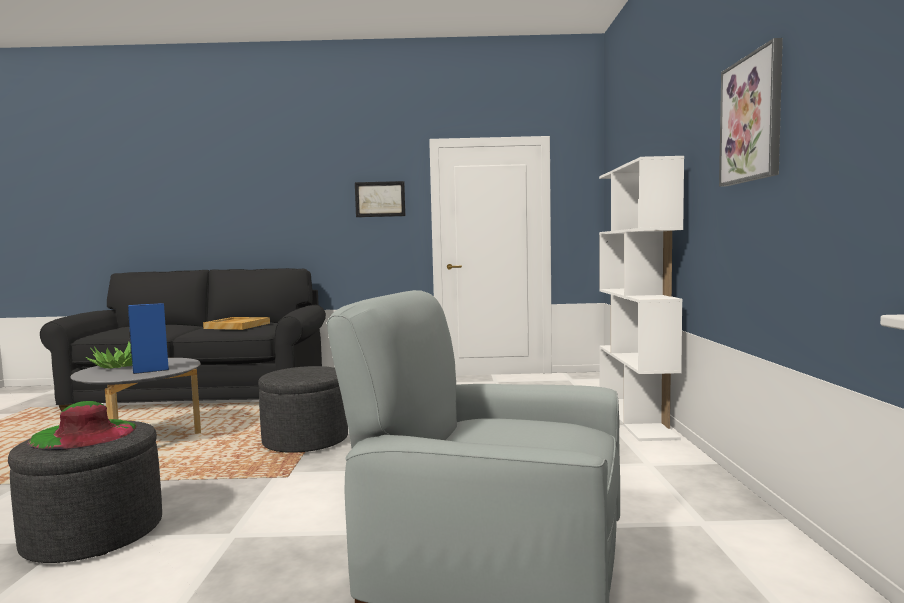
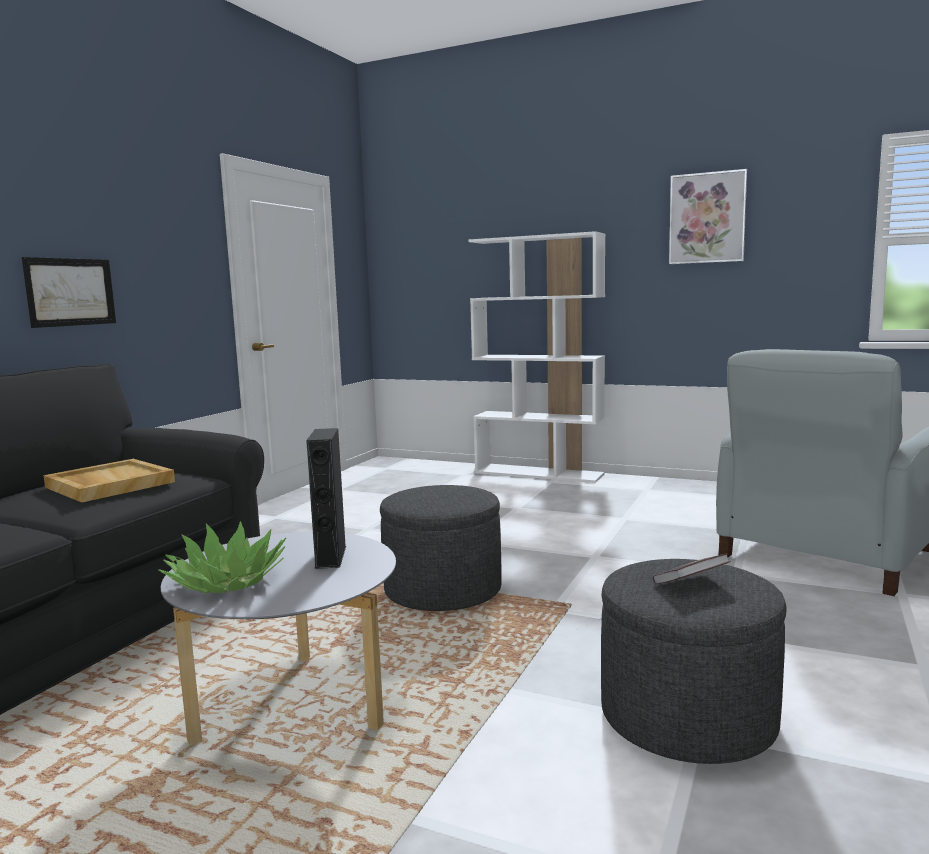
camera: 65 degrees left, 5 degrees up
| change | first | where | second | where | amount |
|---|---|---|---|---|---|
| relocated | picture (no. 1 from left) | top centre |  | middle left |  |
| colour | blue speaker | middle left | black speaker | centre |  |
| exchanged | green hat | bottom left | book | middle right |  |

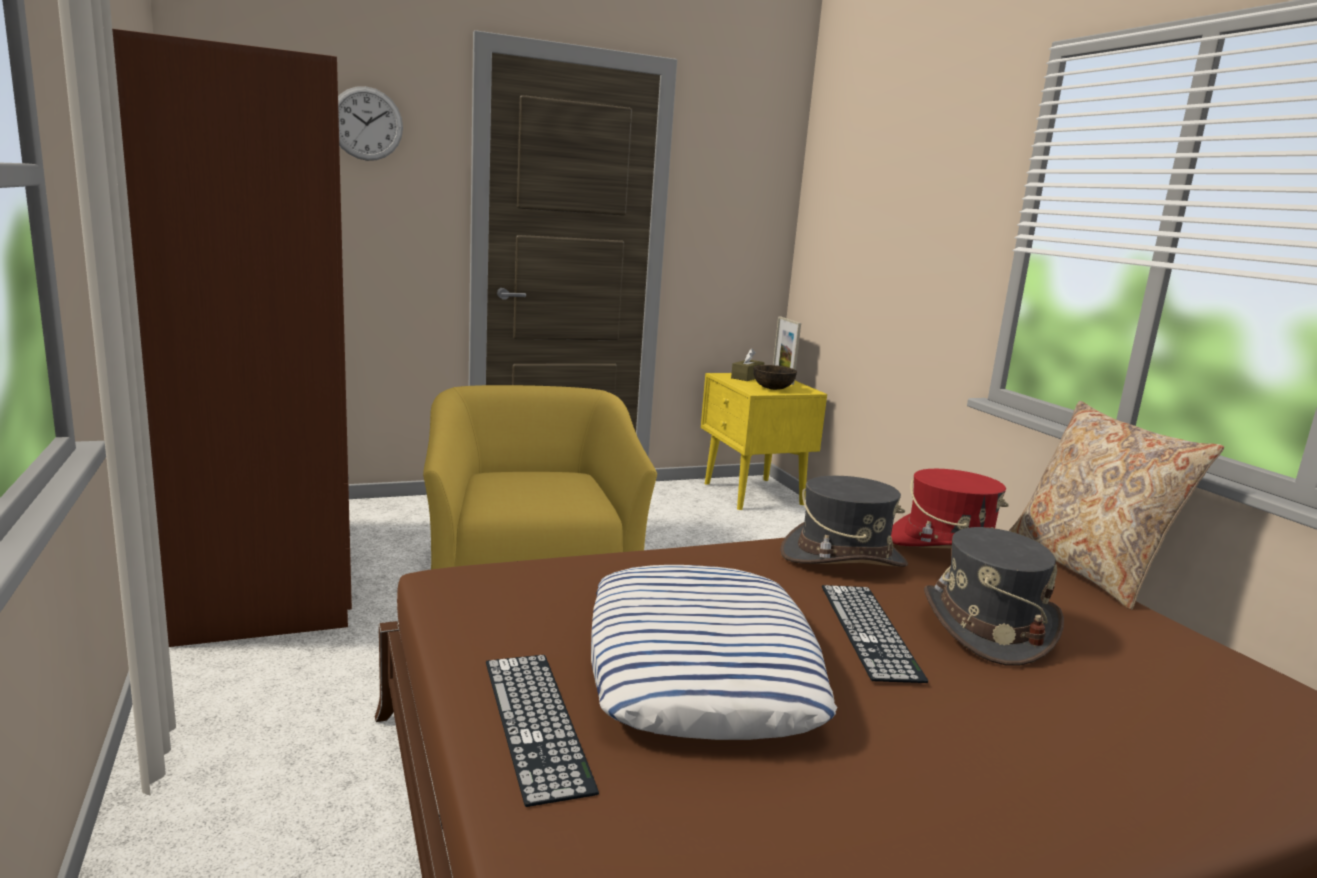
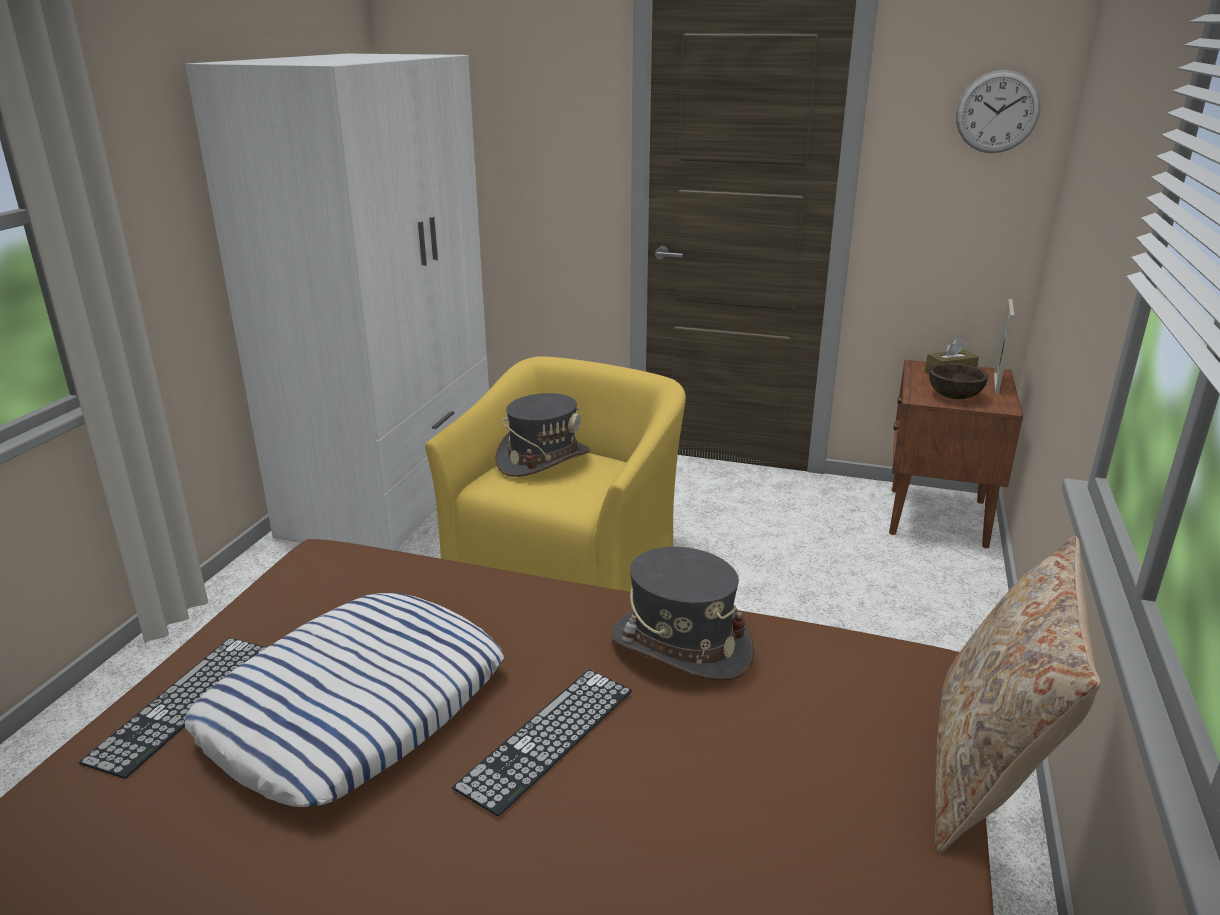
camera: 40 degrees right, 10 degrees up
| change | first | where | second | where | amount |
|---|---|---|---|---|---|
| colour | brown wardrobe | middle left | white wardrobe | top left |  |
| relocated | wall clock | top left |  | top right |  |
| colour | yellow nightstand | centre | brown nightstand | middle right |  |
| missing | red hat | middle right |  |  |  |
| relocated | grey hat (no. 2 from left in the first image) | bottom right | grey hat (no. 1 from left) | centre |  |

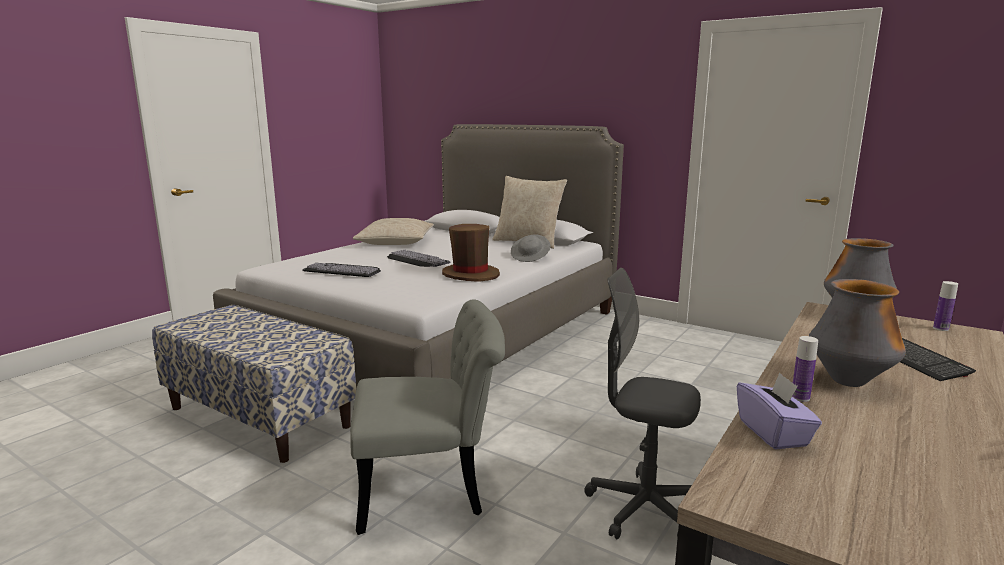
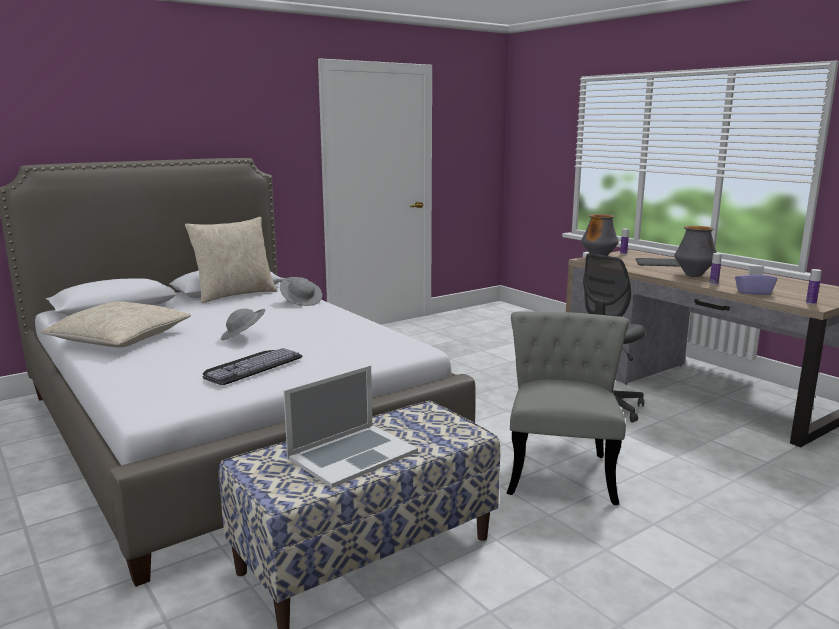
camera: 70 degrees left, 0 degrees up
| change | first | where | second | where | amount |
|---|---|---|---|---|---|
| missing | brown hat | centre |  |  |  |
| exchanged | keyboard (no. 2 from left) | centre | grey hat (no. 1 from left) | middle left |  |
| appeared |  |  | bottle (no. 3 from left) | middle right |  |
| appeared |  |  | laptop | bottom centre |  |

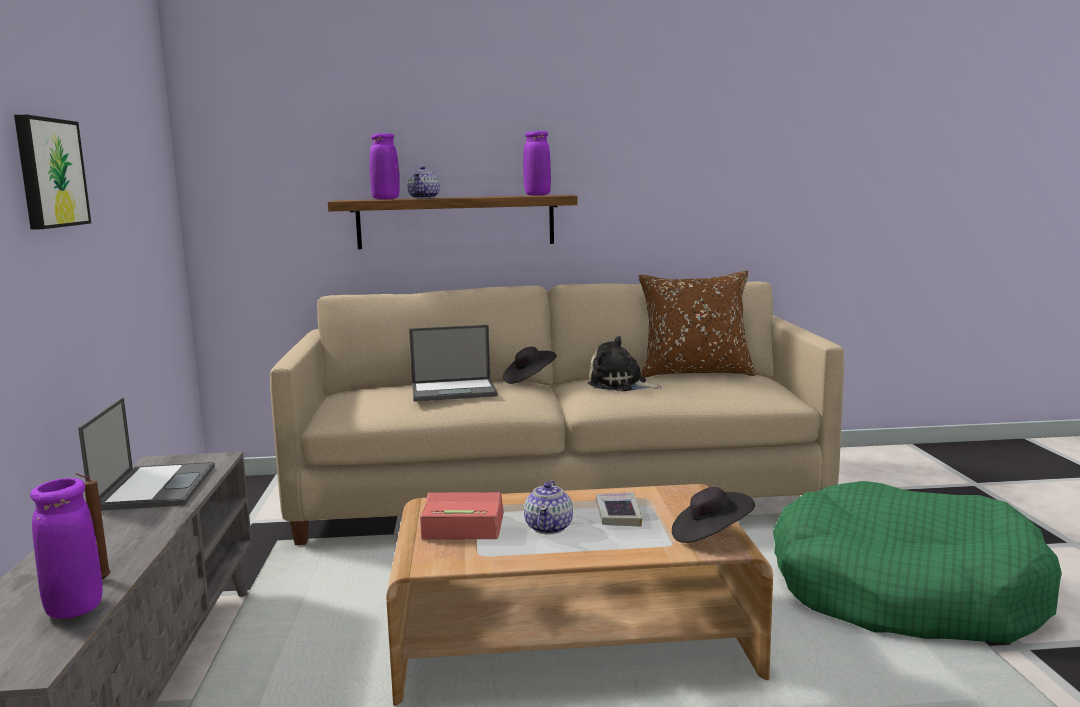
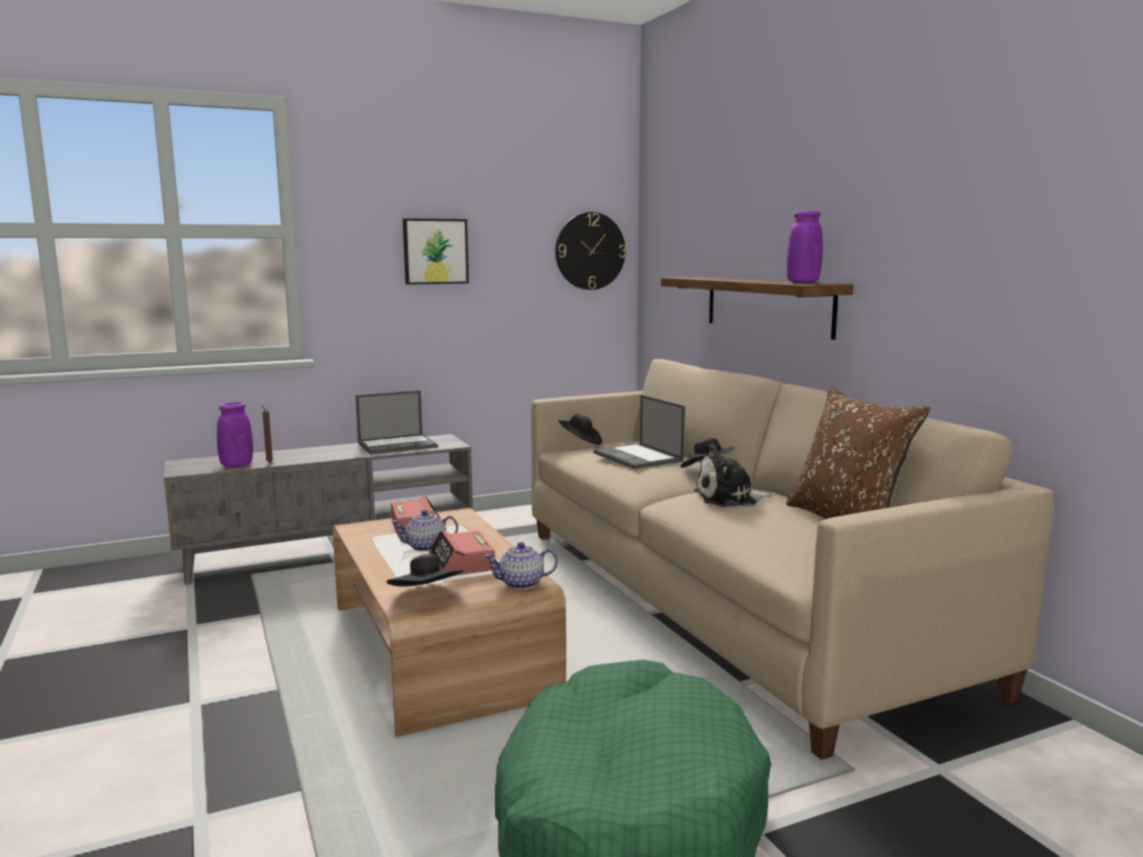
camera: 70 degrees right, 0 degrees up
| change | first | where | second | where | amount |
|---|---|---|---|---|---|
| missing | purple vase (no. 2 from left) | top centre |  |  |  |
| relocated | teapot (no. 1 from left in the first image) | top centre | teapot (no. 2 from left) | centre |  |
| spun | plush toy | centre |  | centre | 105 degrees counterclockwise |
| exchanged | book | bottom centre | alarm clock (no. 2 from left) | centre |  |
| appeared |  |  | wall clock | top centre |  |
| appeared |  |  | black hat (no. 2 from left) | centre |  |

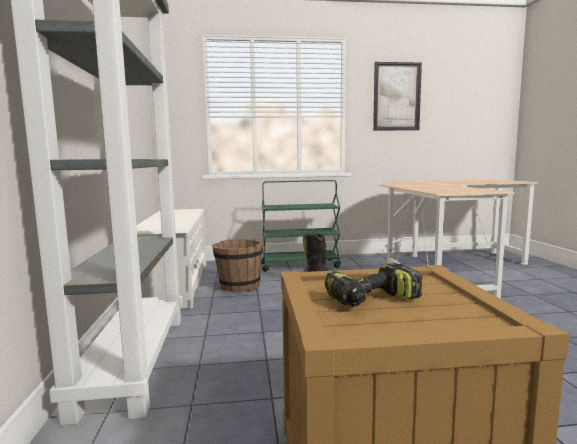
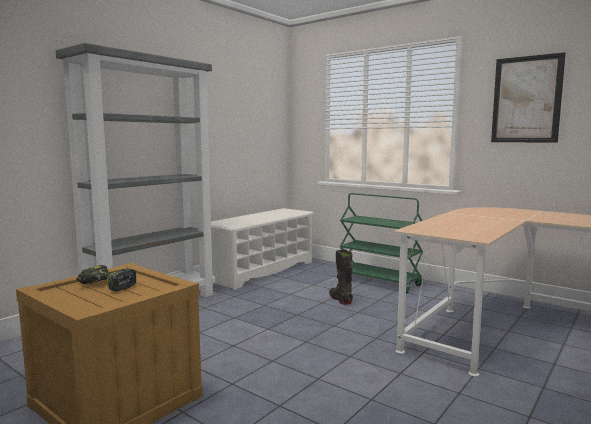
camera: 45 degrees right, 0 degrees up
| change | first | where | second | where | amount |
|---|---|---|---|---|---|
| missing | brown bucket | centre |  |  |  |

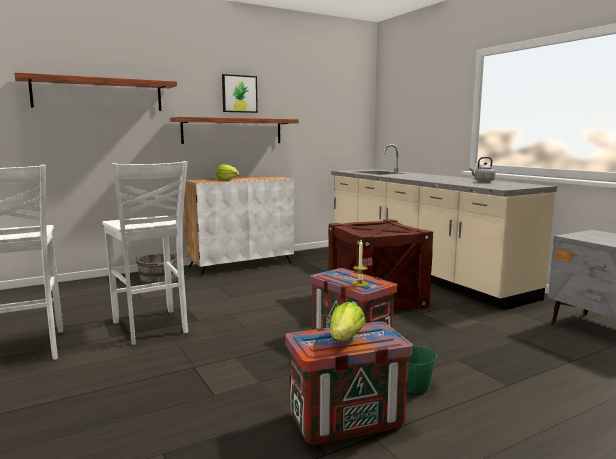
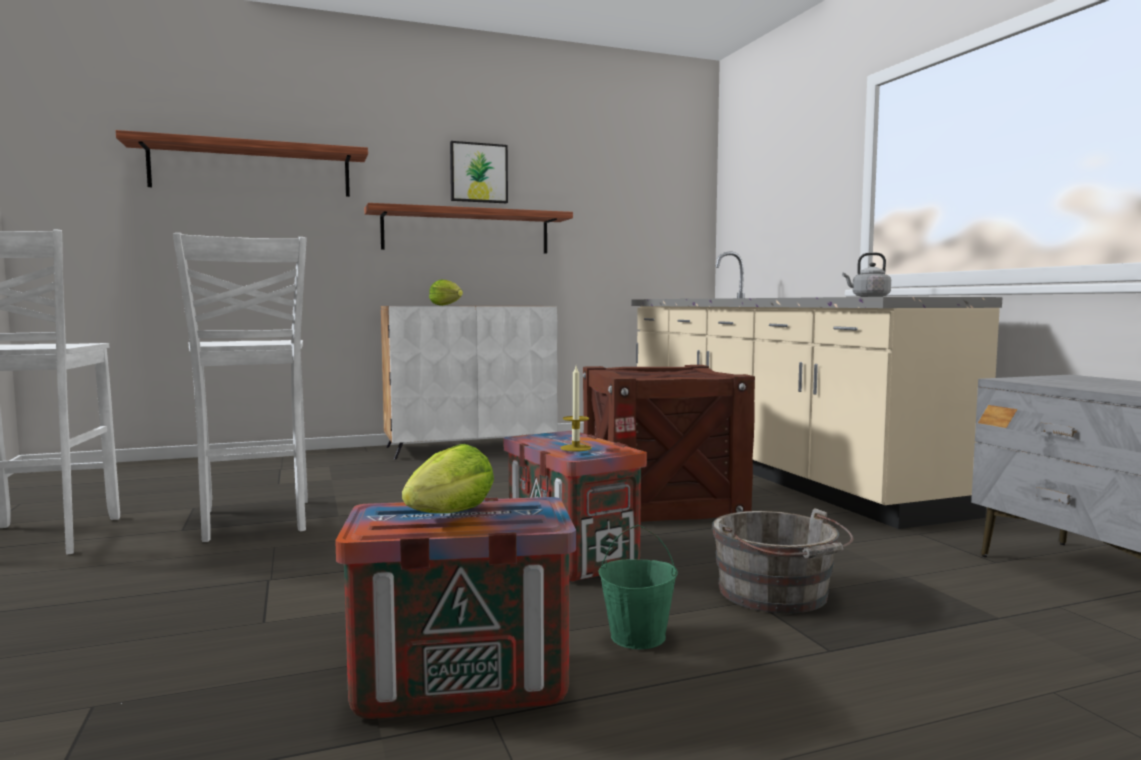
camera: 10 degrees right, 5 degrees down
| change | first | where | second | where | amount |
|---|---|---|---|---|---|
| relocated | grey bucket | middle left |  | bottom right |  |

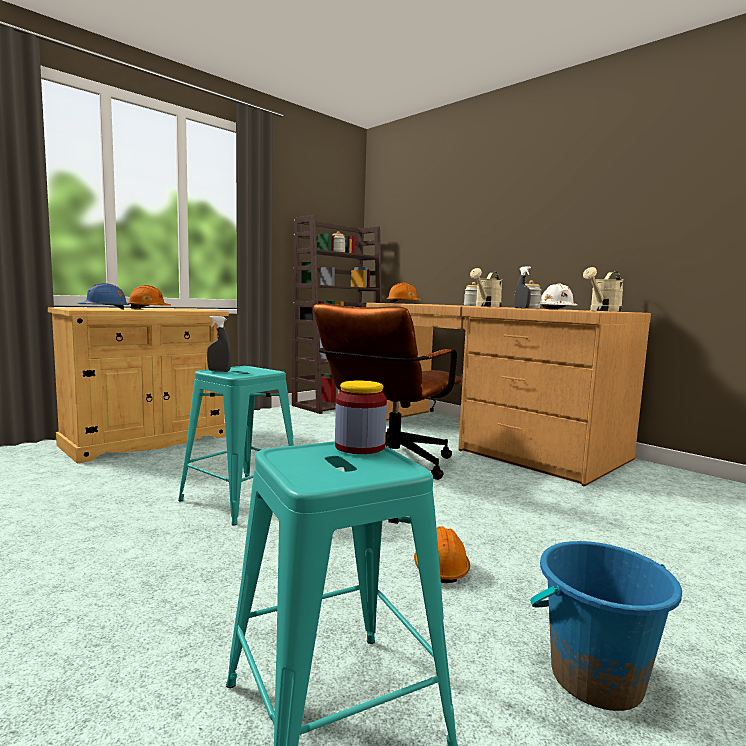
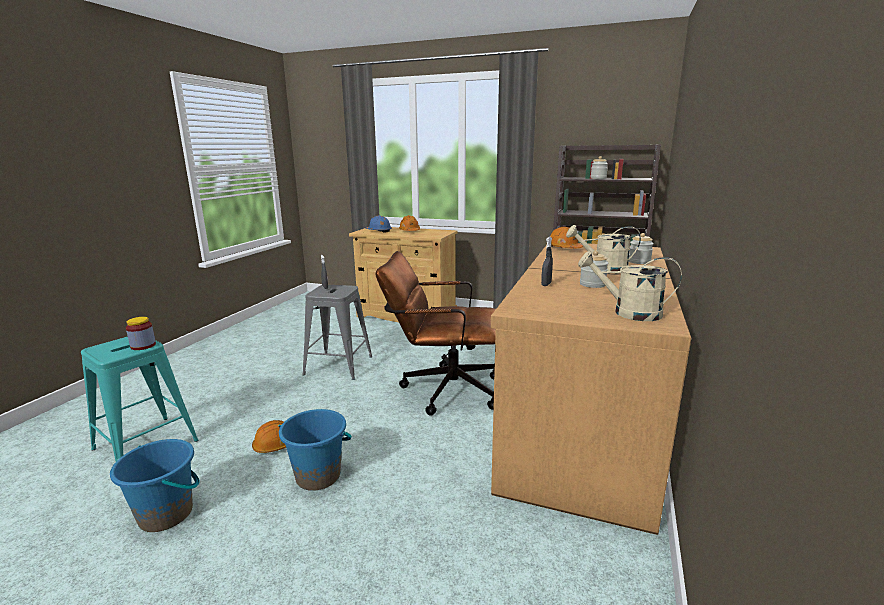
camera: 65 degrees right, 10 degrees up
| change | first | where | second | where | amount |
|---|---|---|---|---|---|
| missing | white hard hat | middle right |  |  |  |
| colour | turquoise stool (no. 1 from left) | middle left | grey stool | centre |  |
| appeared |  |  | blue bucket (no. 2 from left) | bottom centre |  |

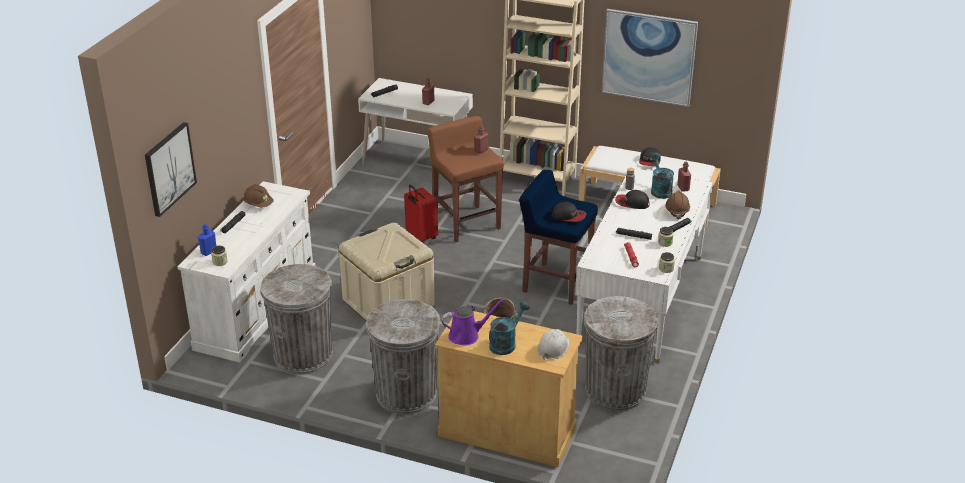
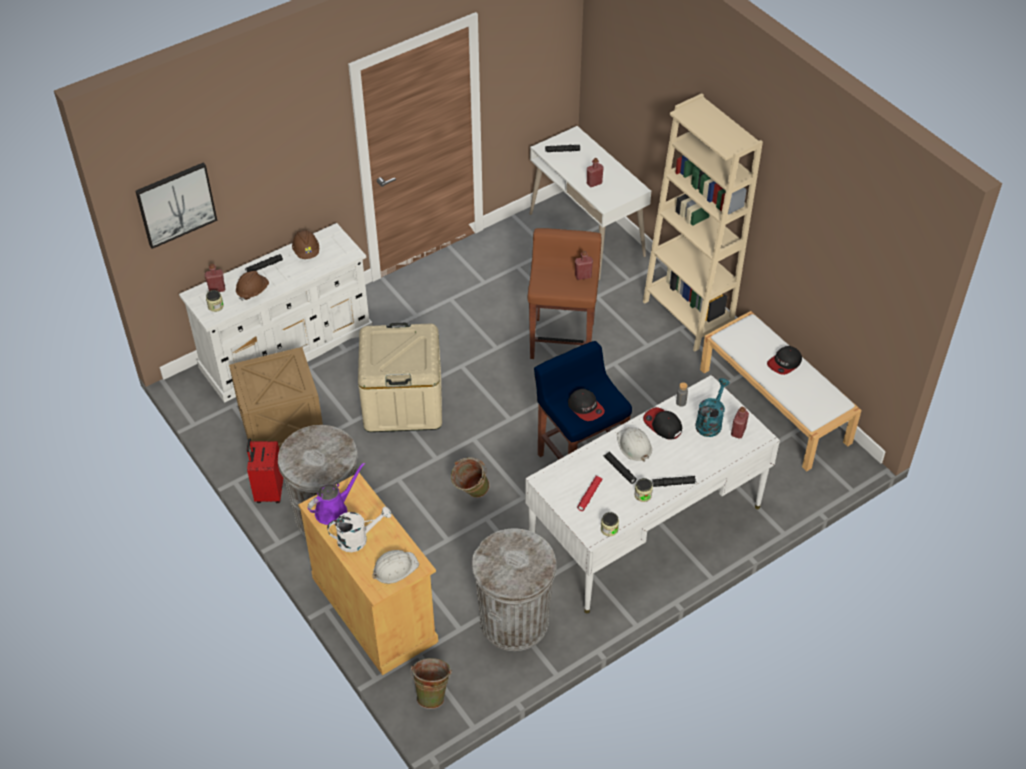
camera: 35 degrees right, 15 degrees up
| change | first | where | second | where | amount |
|---|---|---|---|---|---|
| missing | picture (no. 2 from left) | top right |  |  |  |
| relocated | red suitcase | centre |  | middle left |  |
| relocated | brown hard hat (no. 2 from left in the first image) | middle right | brown hard hat (no. 1 from left) | middle left |  |
| colour | blue bottle | middle left | red bottle (no. 1 from left) | middle left |  |
| exchanged | grey trash can (no. 1 from left) | middle left | crate | middle left |  |
| spun | purple watering can | bottom centre |  | middle left | 60 degrees counterclockwise |
| colour | turquoise watering can (no. 1 from left) | bottom centre | white watering can | bottom centre |  |
| appeared |  |  | white hard hat (no. 2 from left) | centre |  |
| appeared |  |  | green bucket (no. 1 from left) | bottom centre |  |

